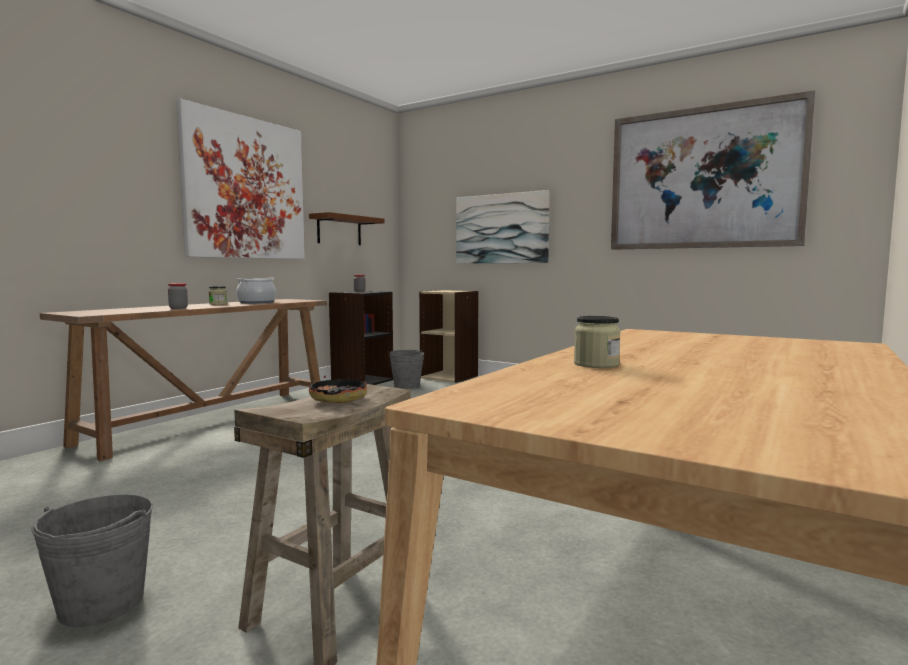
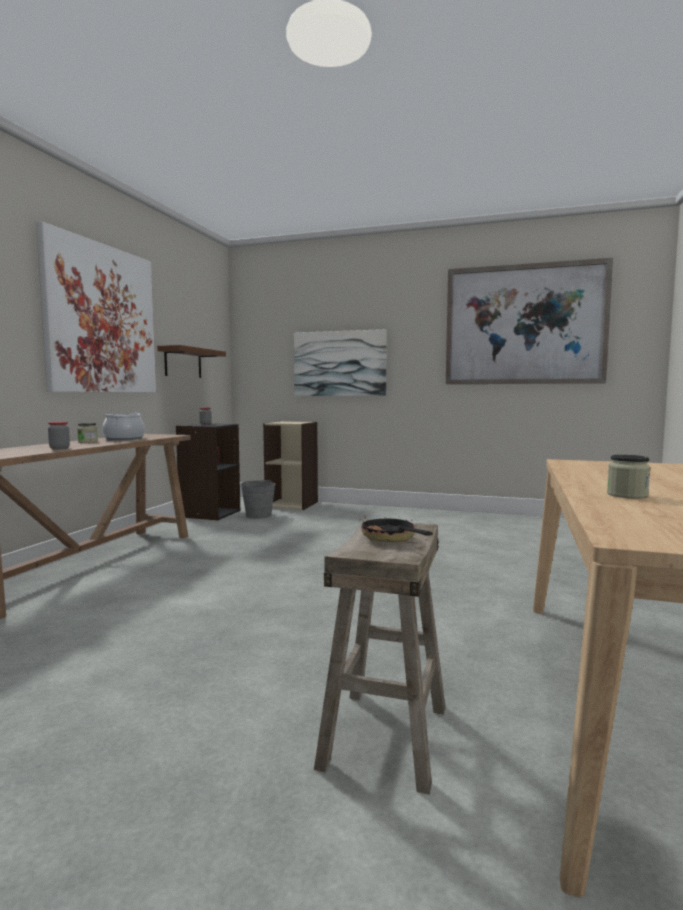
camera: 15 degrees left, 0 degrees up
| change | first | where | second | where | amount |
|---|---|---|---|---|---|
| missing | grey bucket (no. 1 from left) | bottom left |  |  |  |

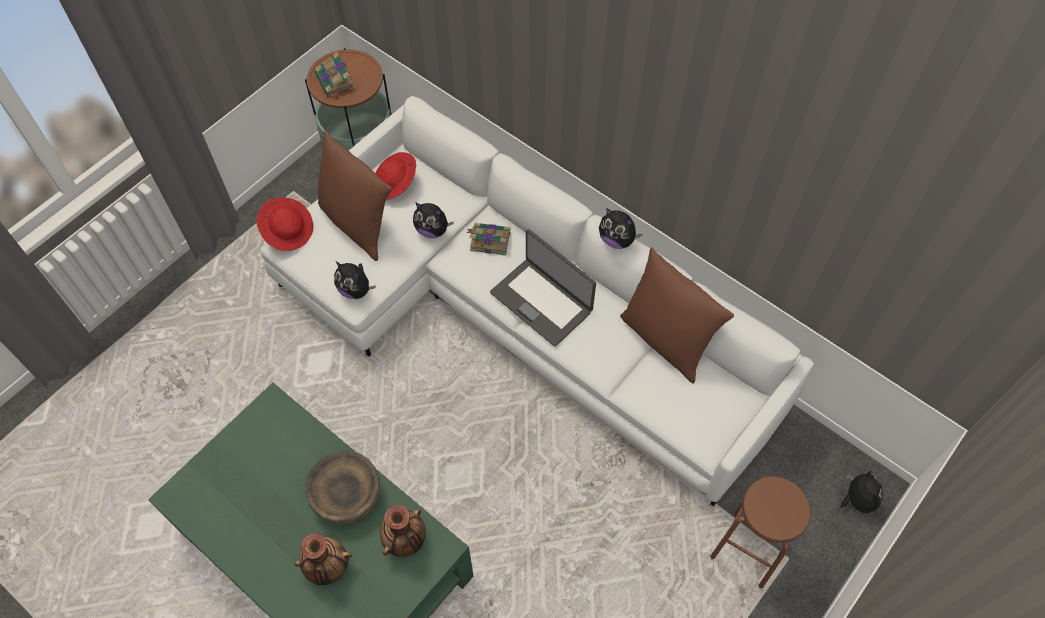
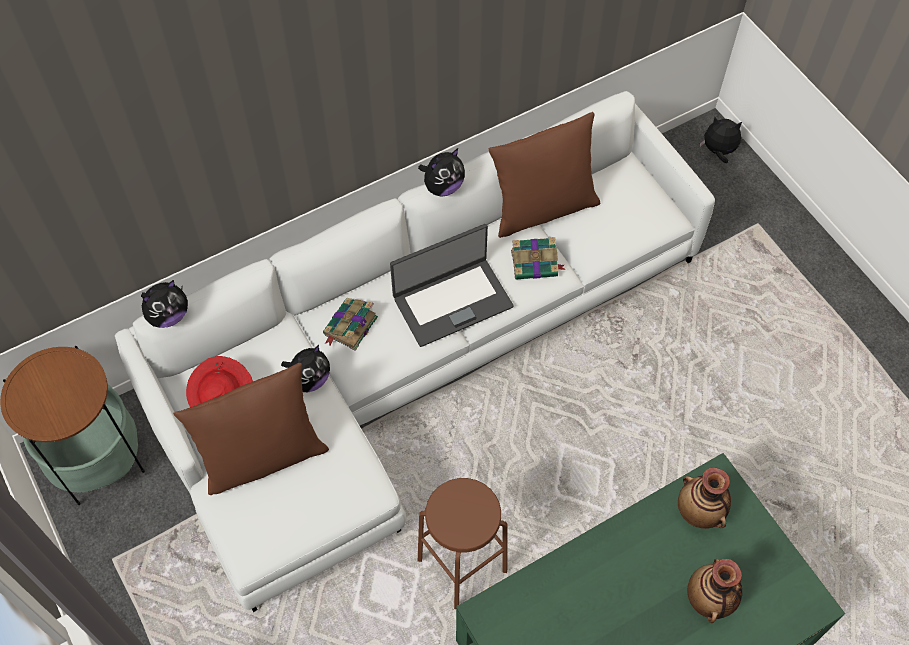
camera: 70 degrees left, 0 degrees up
| change | first | where | second | where | amount |
|---|---|---|---|---|---|
| relocated | book (no. 1 from left in the first image) | top left | book (no. 2 from left) | centre |  |
| missing | red hat (no. 1 from left) | middle left |  |  |  |
| relocated | plush toy (no. 1 from left) | centre |  | middle left |  |
| missing | brown bowl | bottom left |  |  |  |
| relocated | brown stool | bottom right |  | bottom centre |  |

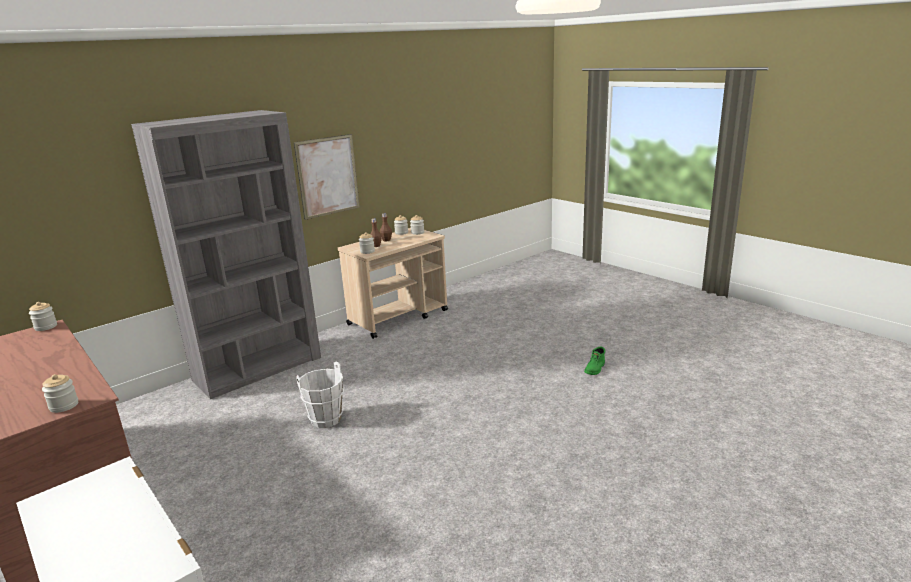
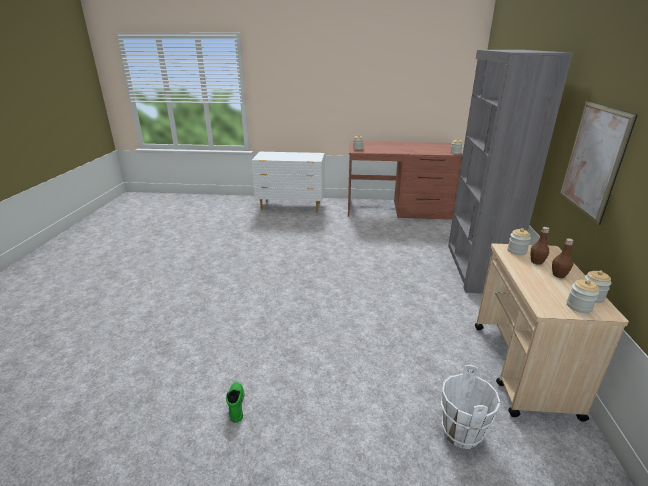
camera: 135 degrees right, 5 degrees up
| change | first | where | second | where | amount |
|---|---|---|---|---|---|
| relocated | white bucket | bottom centre |  | bottom right |  |

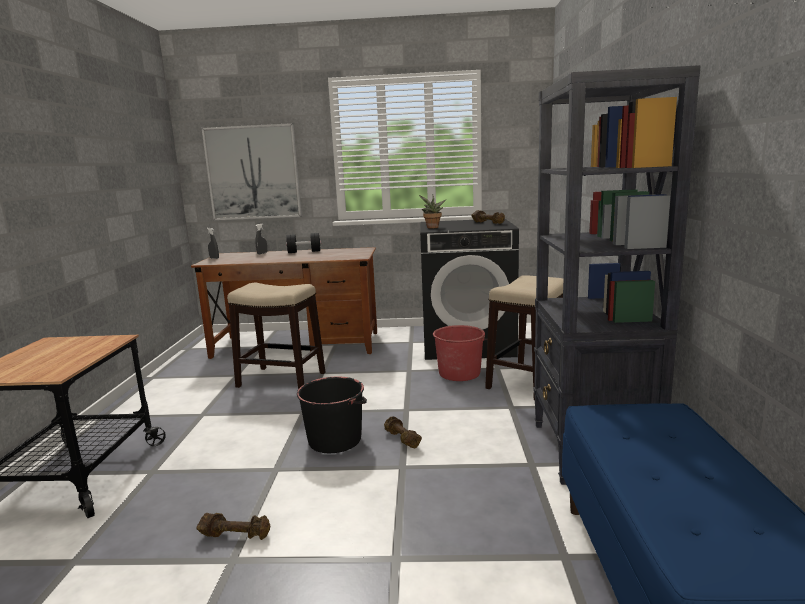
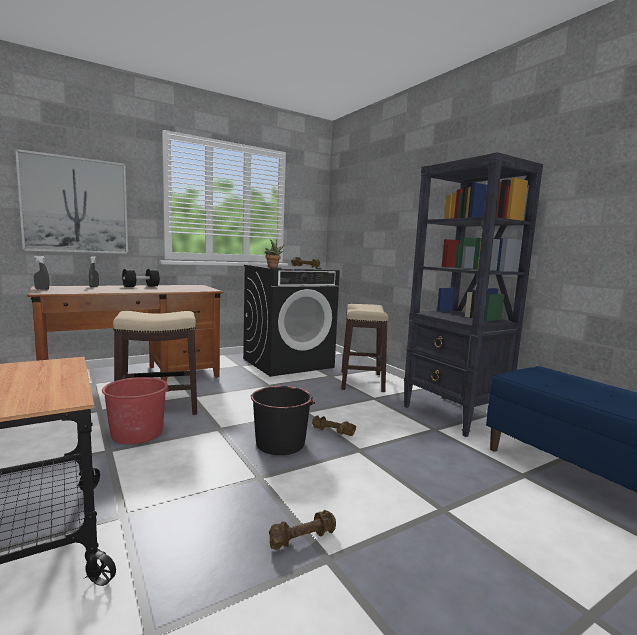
camera: 35 degrees left, 5 degrees down
| change | first | where | second | where | amount |
|---|---|---|---|---|---|
| relocated | red bucket | centre |  | middle left |  |

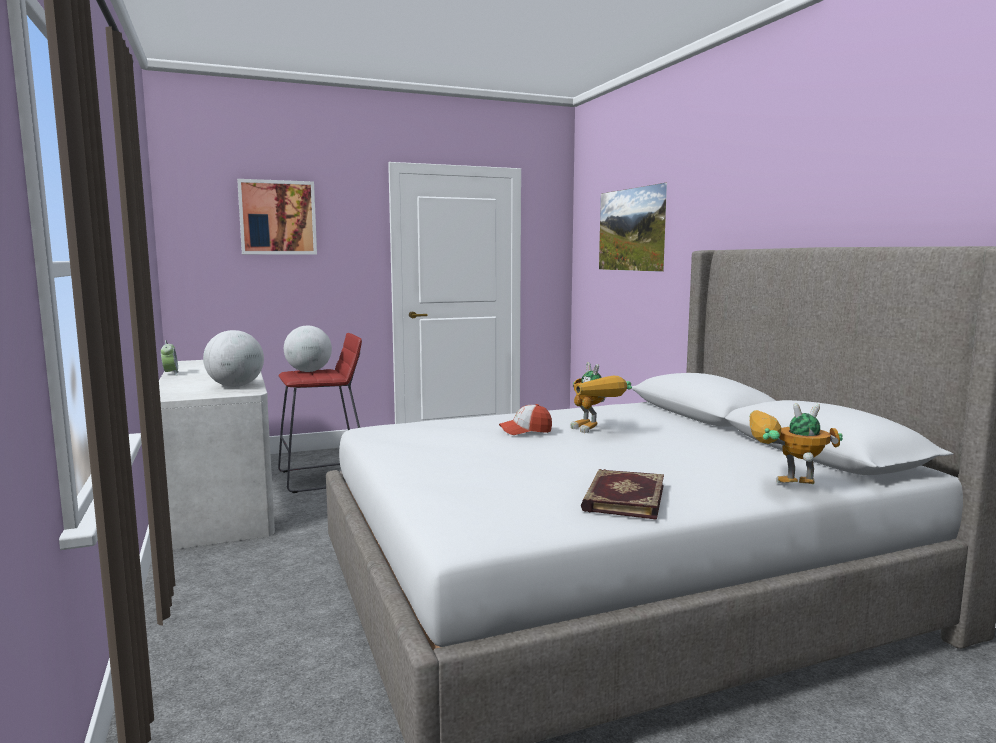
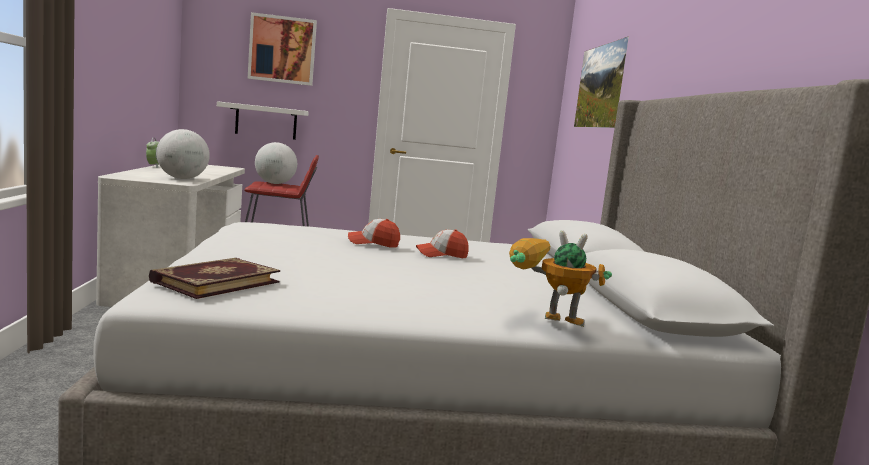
camera: 15 degrees right, 0 degrees up
| change | first | where | second | where | amount |
|---|---|---|---|---|---|
| exchanged | toy robot (no. 1 from left) | centre | cap (no. 2 from left) | centre |  |
| relocated | book | centre |  | middle left |  |
| appeared |  |  | white shelf | top left |  |

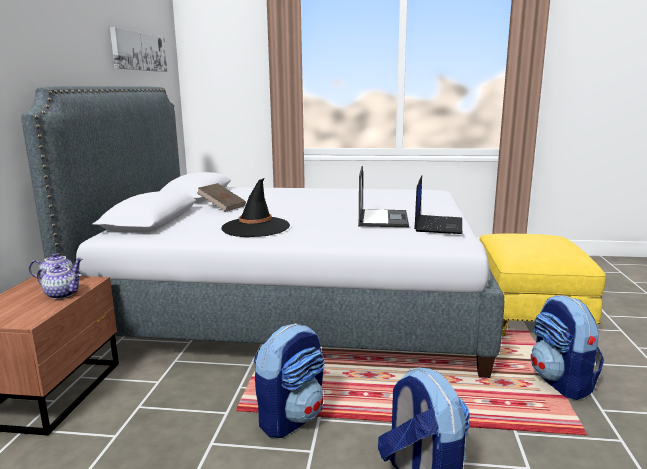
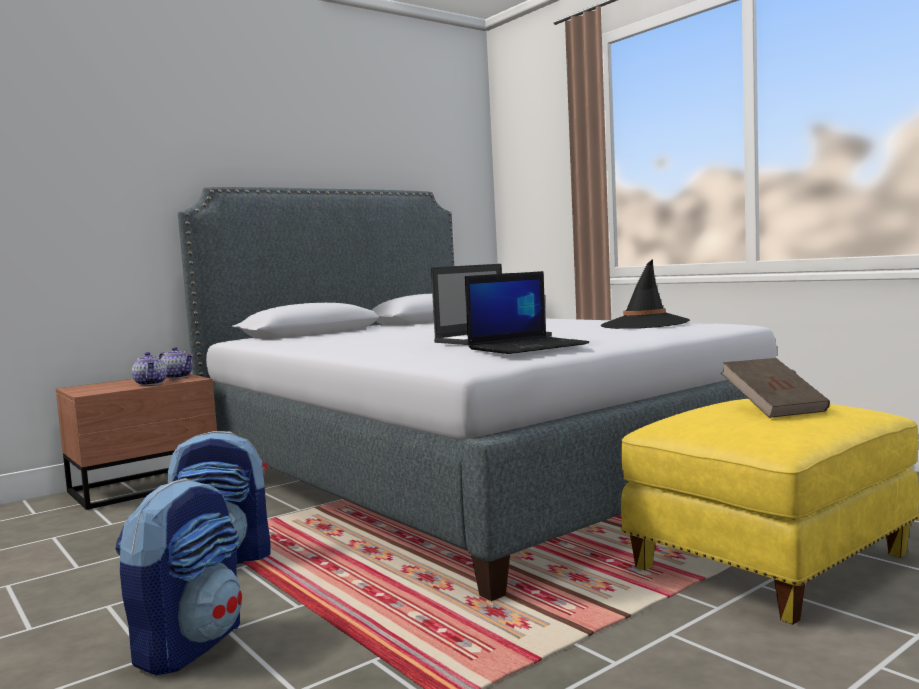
camera: 45 degrees right, 10 degrees down
| change | first | where | second | where | amount |
|---|---|---|---|---|---|
| missing | picture | top left |  |  |  |
| relocated | black hat | centre |  | middle right |  |
| relocated | brown book | centre |  | middle right |  |
| missing | backpack (no. 3 from left) | bottom right |  |  |  |

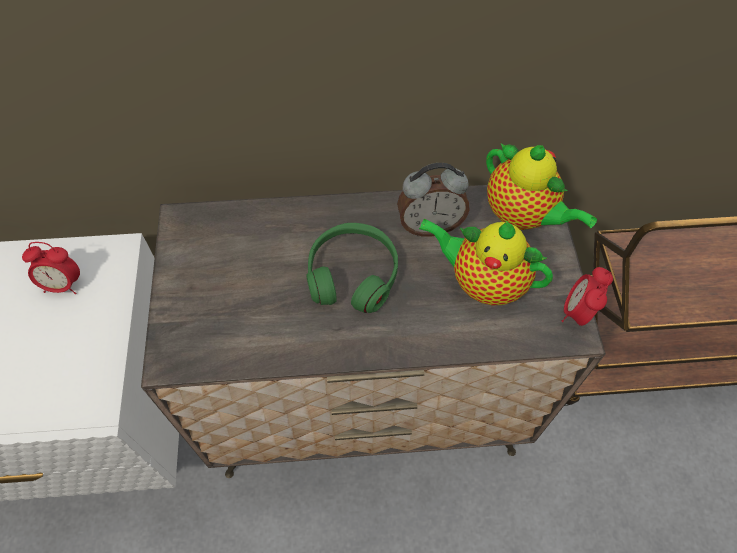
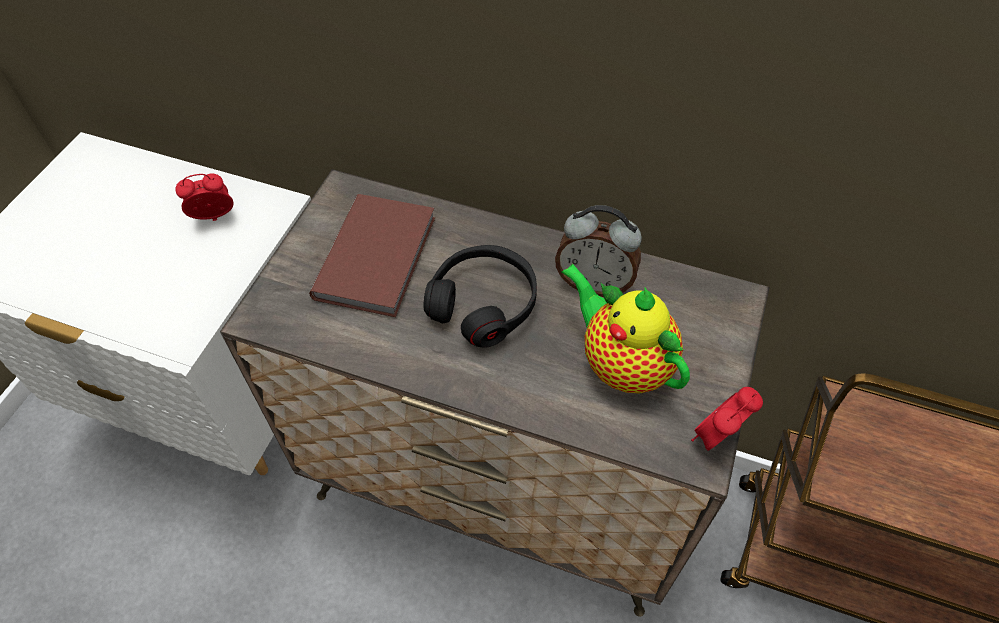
camera: 25 degrees right, 5 degrees down
| change | first | where | second | where | amount |
|---|---|---|---|---|---|
| missing | teapot (no. 2 from left) | middle right |  |  |  |
| colour | green headphones | centre | black headphones | centre |  |
| spun | alarm clock (no. 1 from left) | middle left |  | top left | 135 degrees clockwise |
| appeared |  |  | brown book | centre |  |

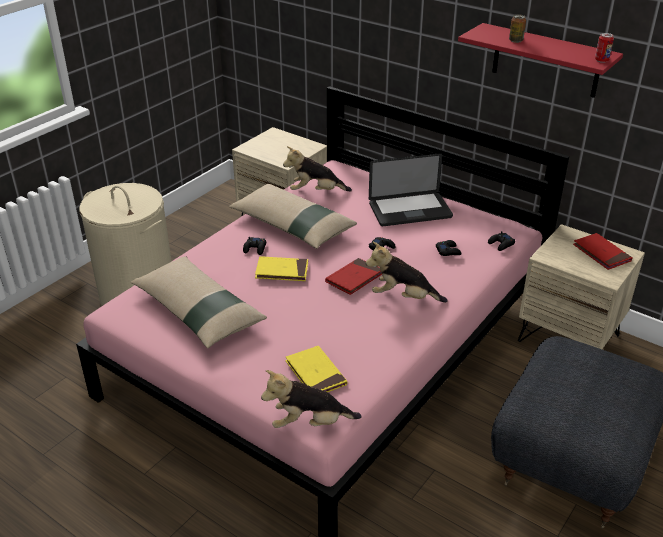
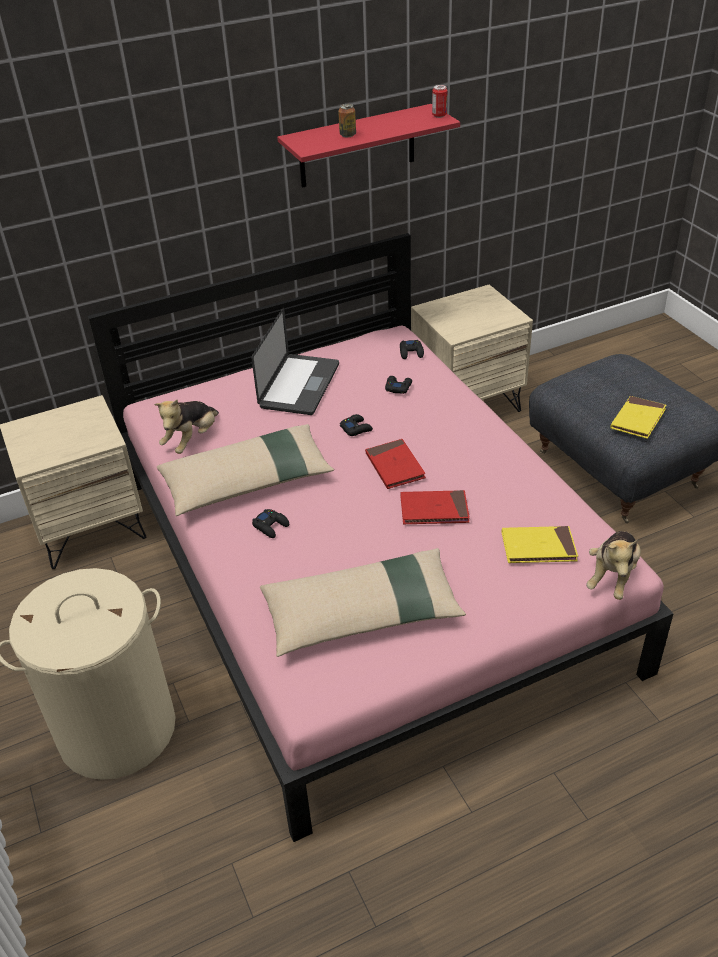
camera: 60 degrees left, 5 degrees up
| change | first | where | second | where | amount |
|---|---|---|---|---|---|
| relocated | red book (no. 2 from left) | middle right |  | centre |  |
| missing | plush toy (no. 3 from left) | centre |  |  |  |
| relocated | yellow book (no. 1 from left in the first image) | centre | yellow book (no. 2 from left) | middle right |  |

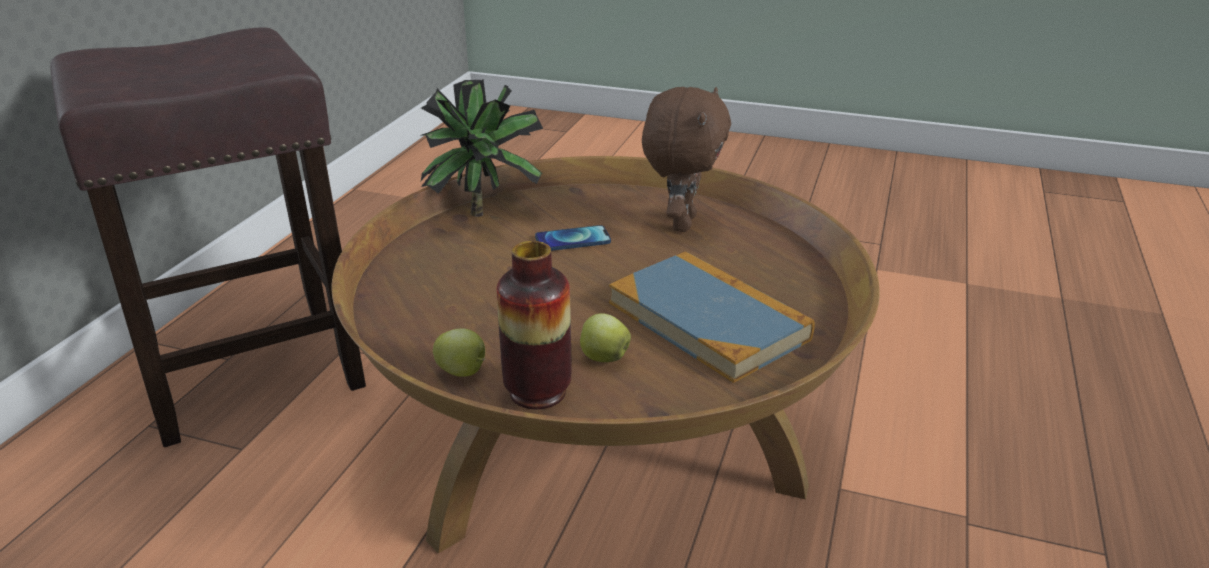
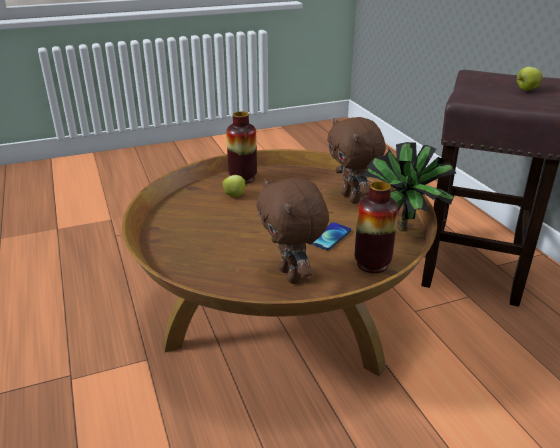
camera: 140 degrees right, 0 degrees up
| change | first | where | second | where | amount |
|---|---|---|---|---|---|
| missing | book | centre |  |  |  |
| relocated | apple (no. 1 from left in the first image) | centre | apple (no. 2 from left) | top right |  |
| appeared |  |  | brown plush toy (no. 2 from left) | centre |  |
| appeared |  |  | vase (no. 2 from left) | middle right |  |

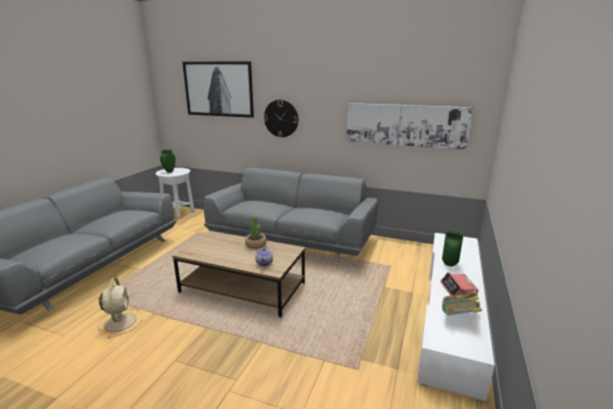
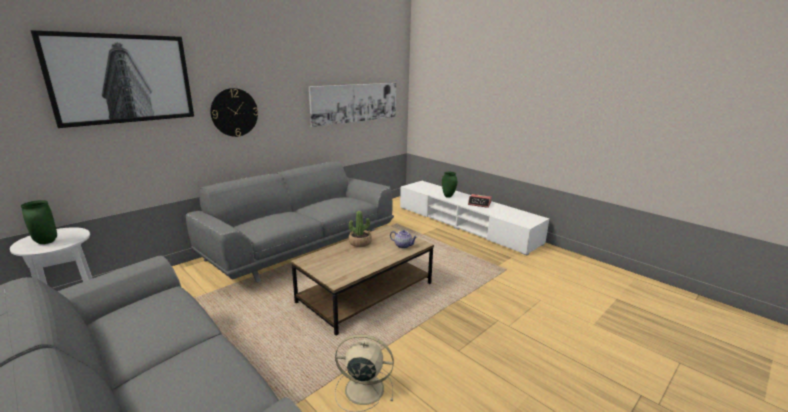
camera: 65 degrees left, 0 degrees up
| change | first | where | second | where | amount |
|---|---|---|---|---|---|
| missing | book | bottom right |  |  |  |

